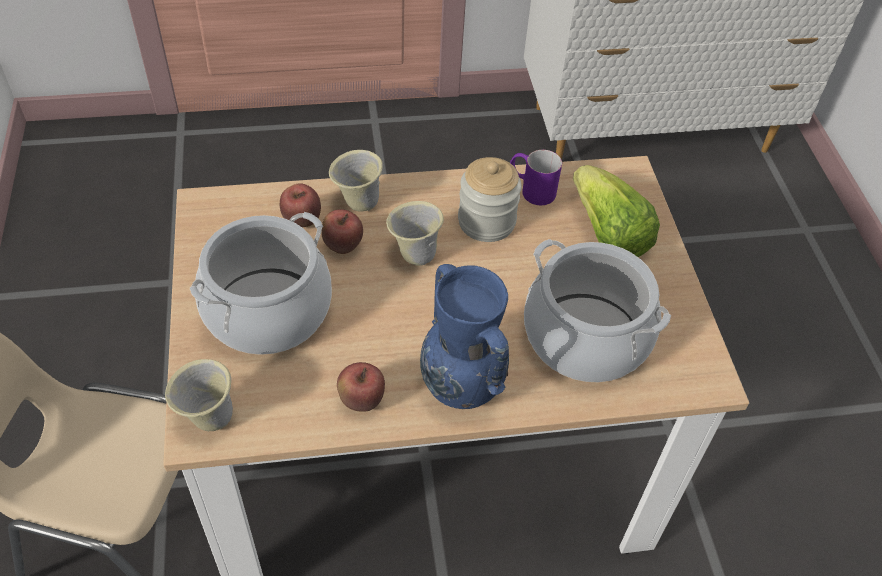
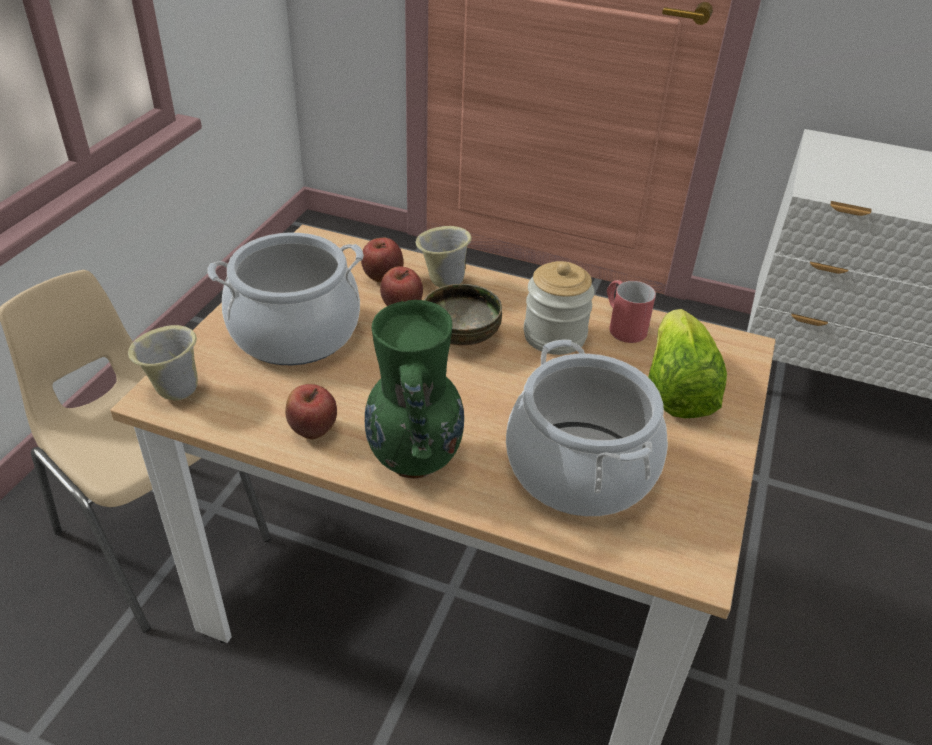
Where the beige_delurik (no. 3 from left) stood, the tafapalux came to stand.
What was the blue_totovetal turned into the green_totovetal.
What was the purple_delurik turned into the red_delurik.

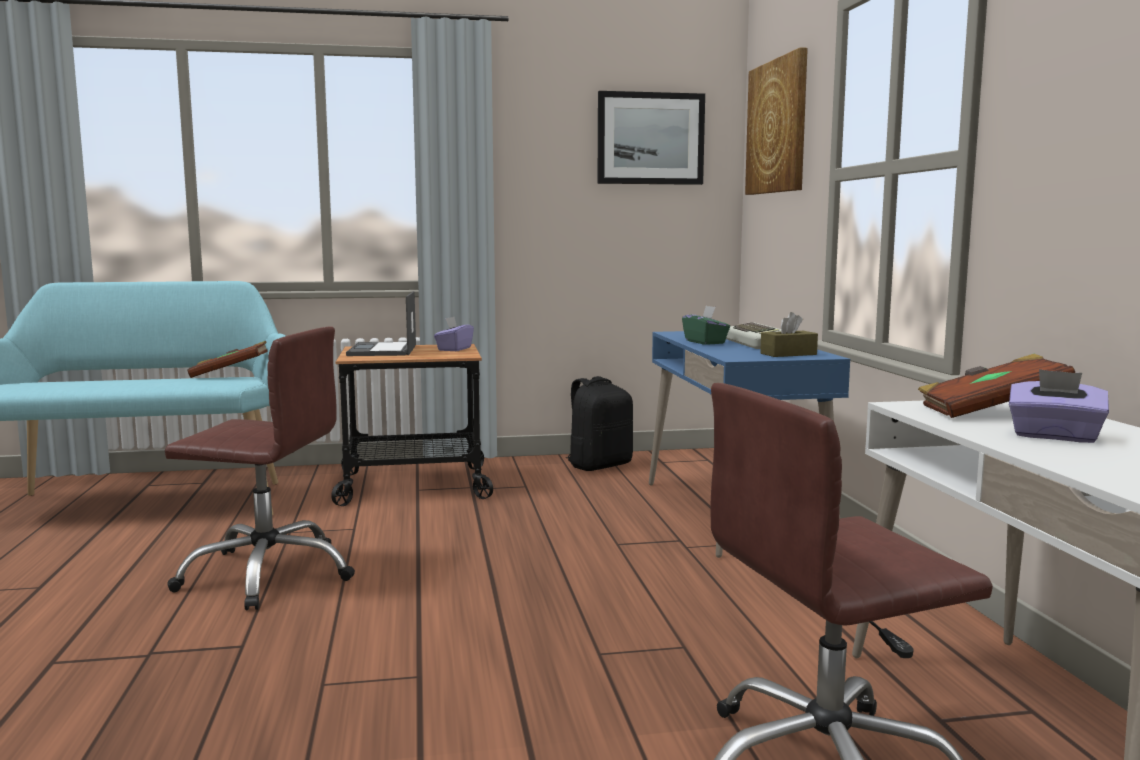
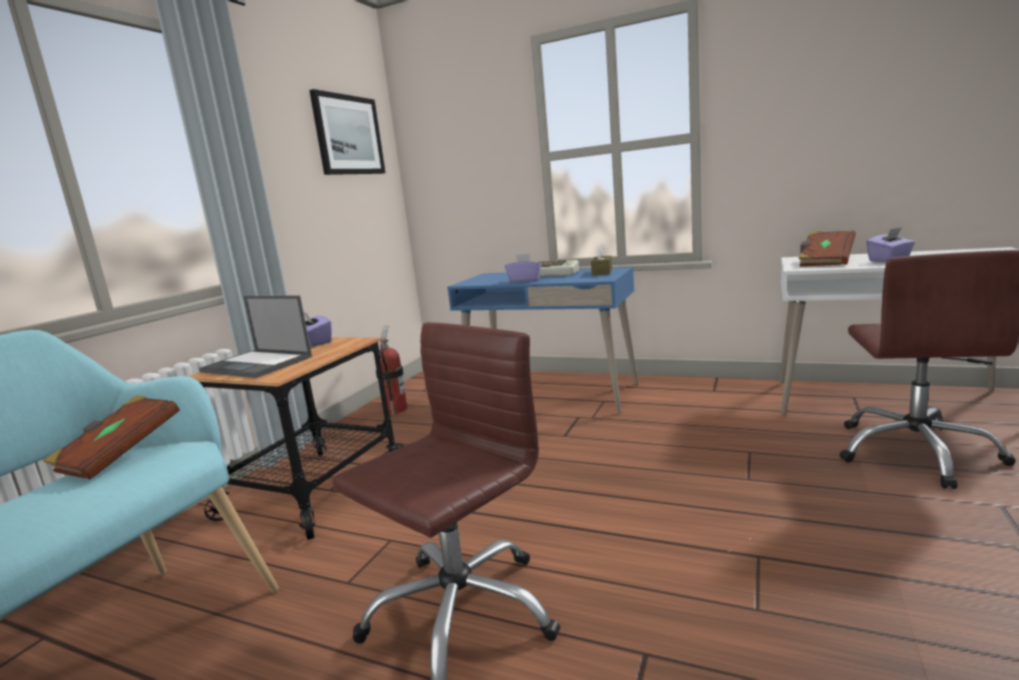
Where the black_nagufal stood, the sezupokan came to stand.
What was the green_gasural turned into the purple_gasural (no. 2 from left).
The second view lost the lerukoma (no. 2 from left).

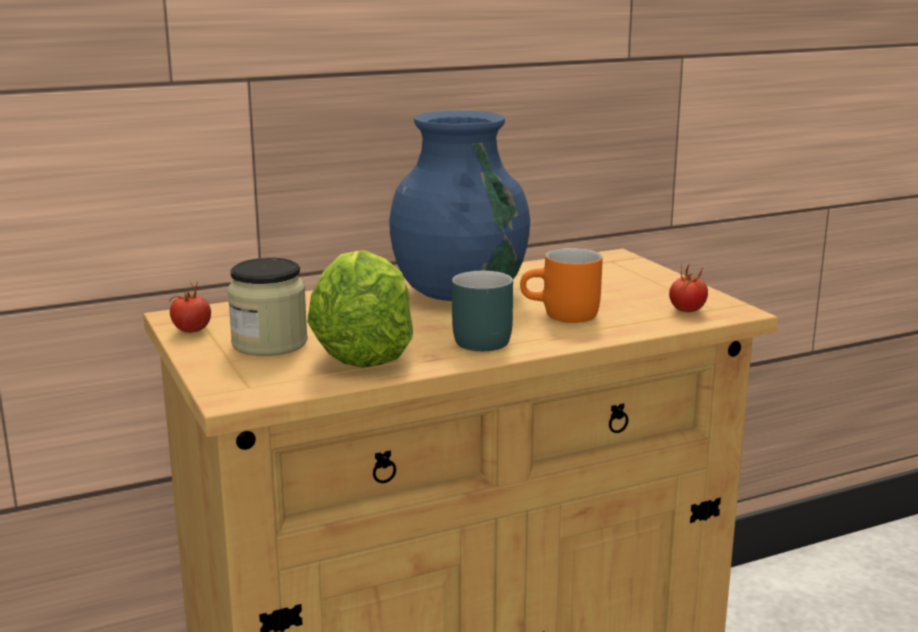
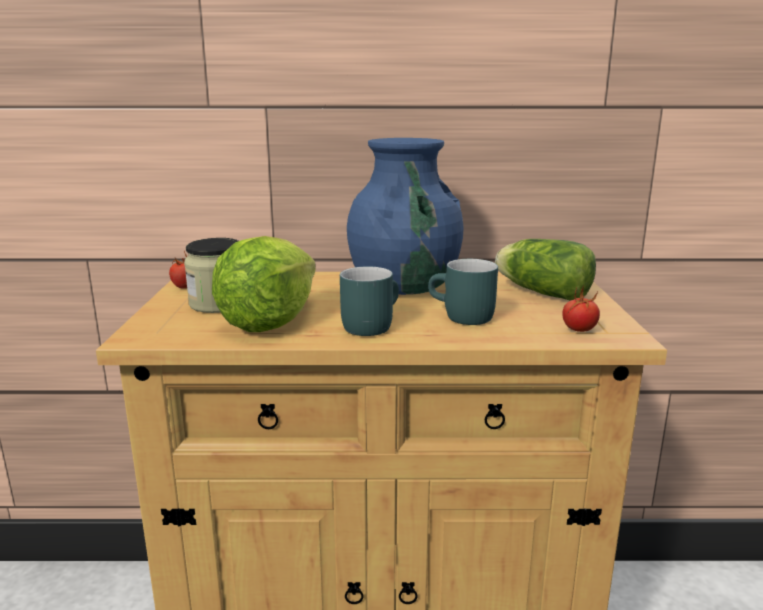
What was the orange_delurik turned into the turquoise_delurik (no. 2 from left).
The second view gained the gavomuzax (no. 2 from left).

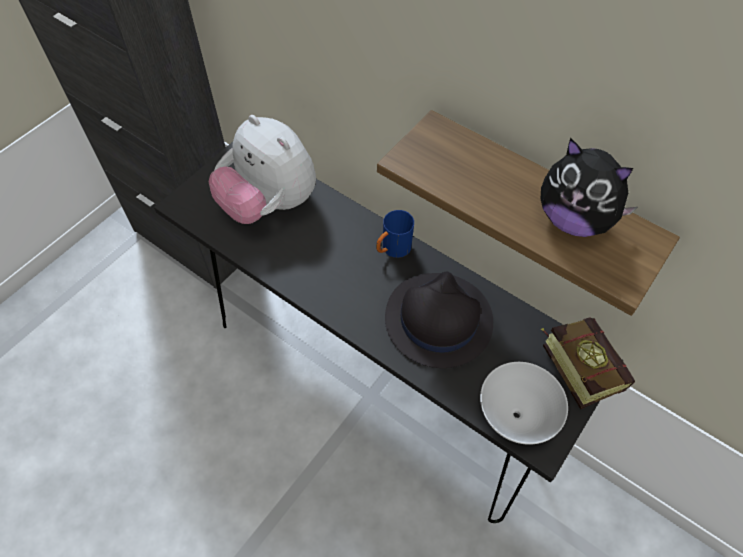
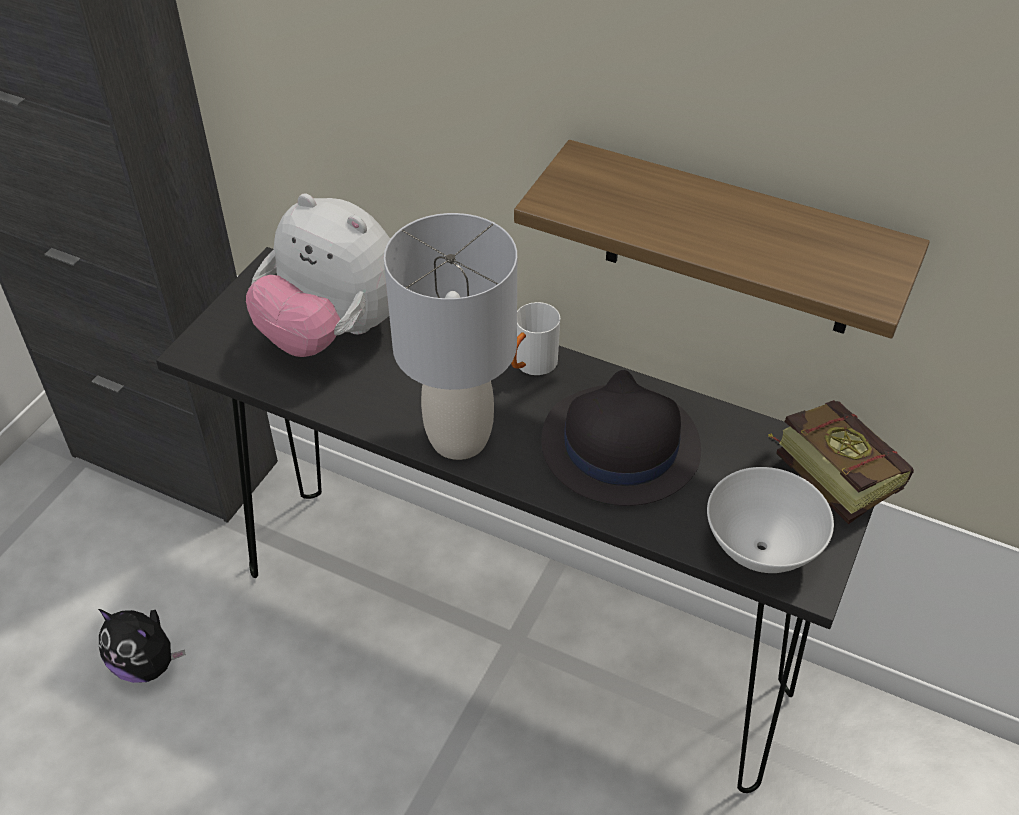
What was the blue_delurik turned into the white_delurik.
The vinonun (no. 2 from left in the first image) ended up elsewhere.
The second view gained the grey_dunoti.

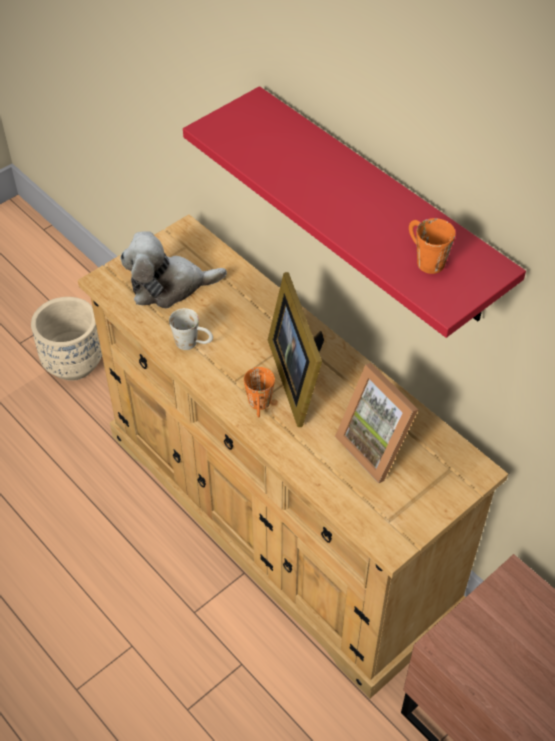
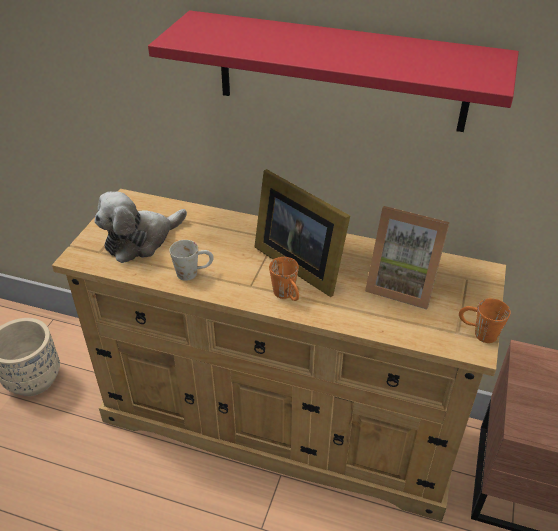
The orange_delurik (no. 2 from left) ended up elsewhere.

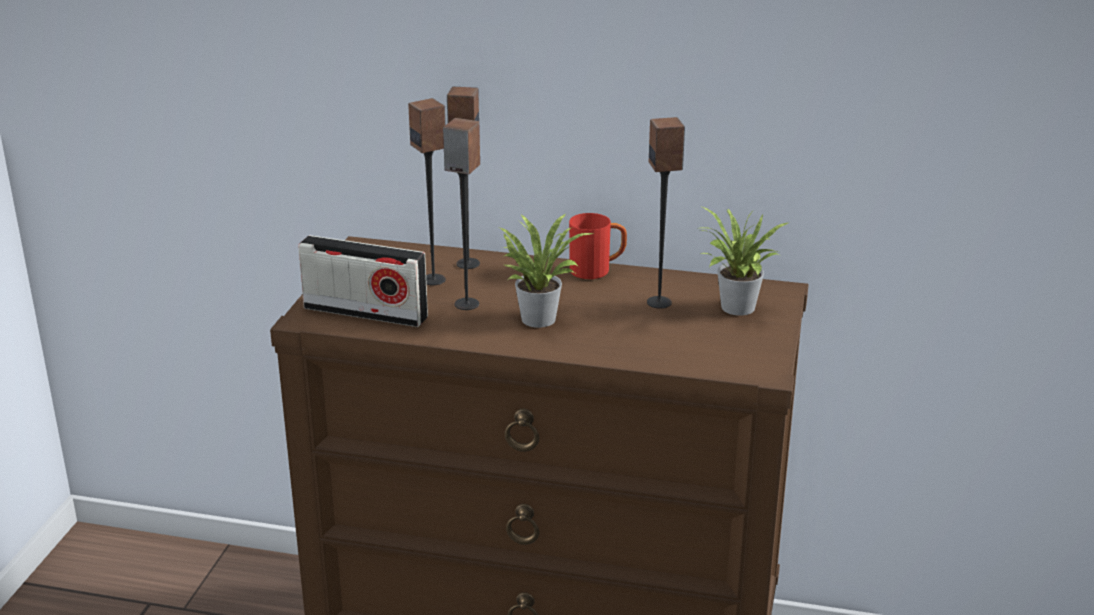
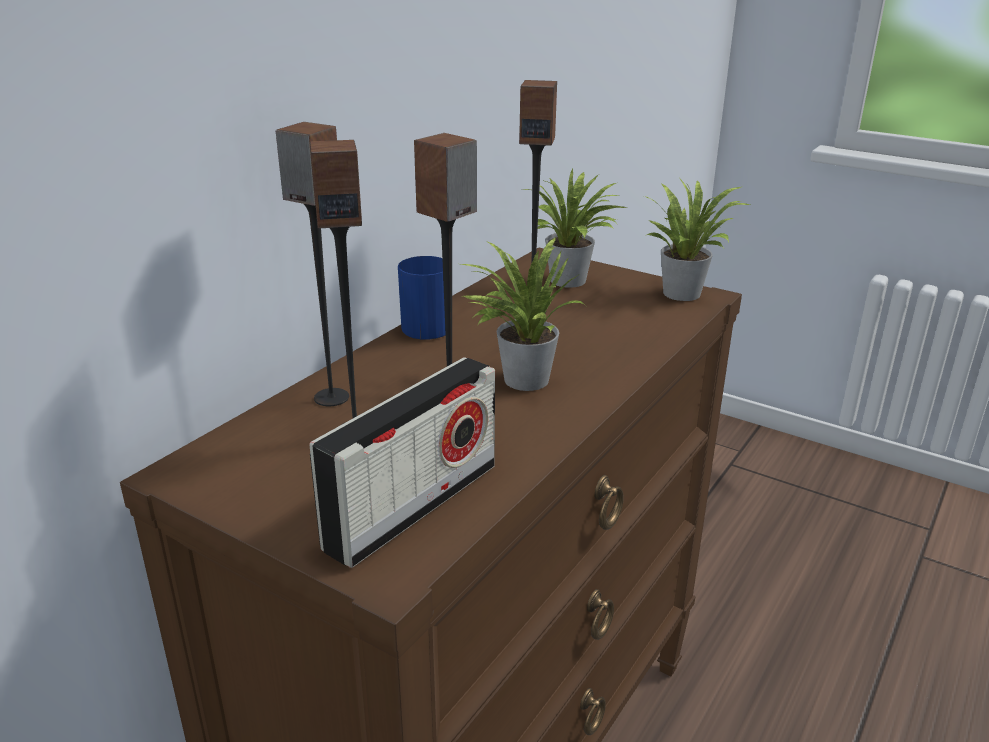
What was the red_delurik turned into the blue_delurik.
The second view gained the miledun (no. 3 from left).

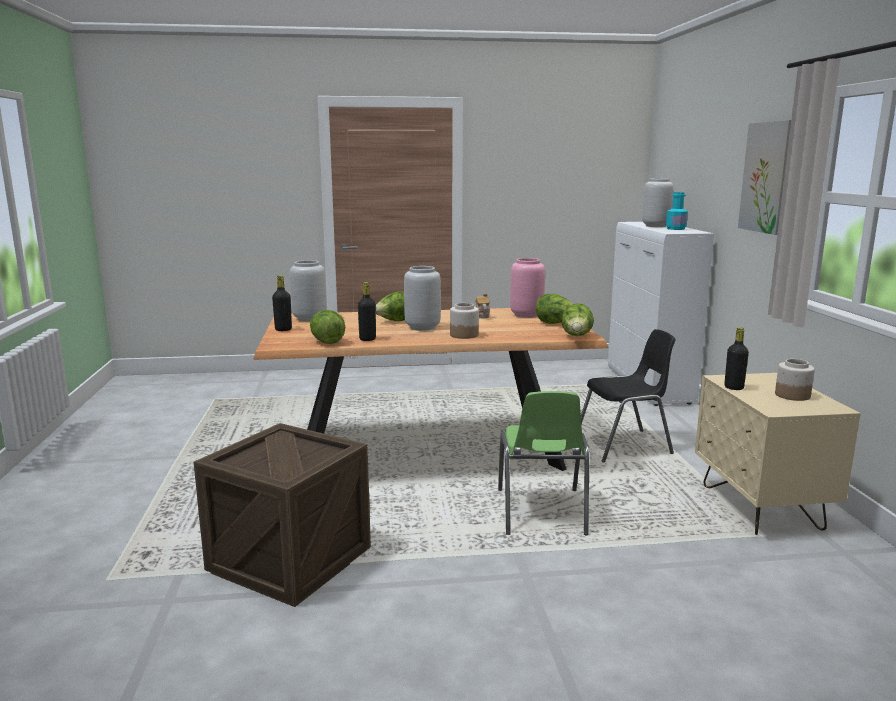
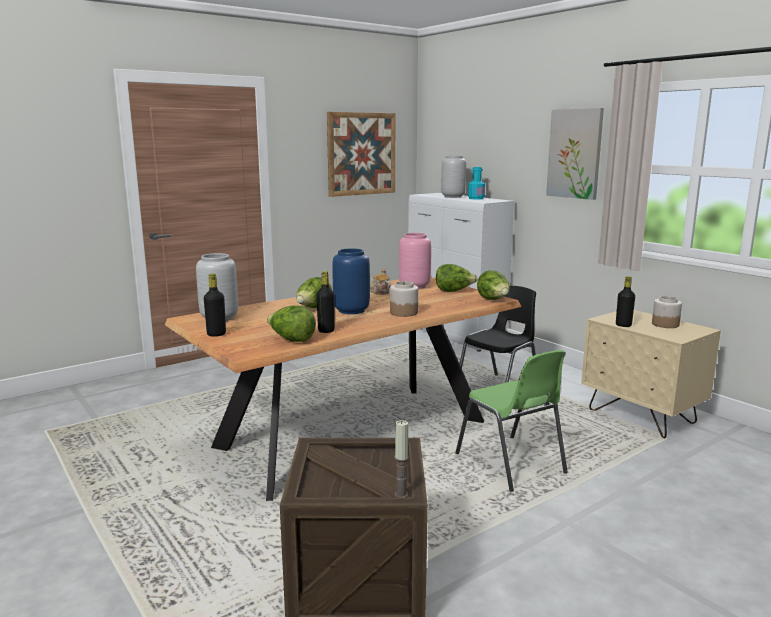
What was the grey_totovetal (no. 2 from left) turned into the blue_totovetal.
The second view gained the lerukoma (no. 1 from left).
The second view gained the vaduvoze.

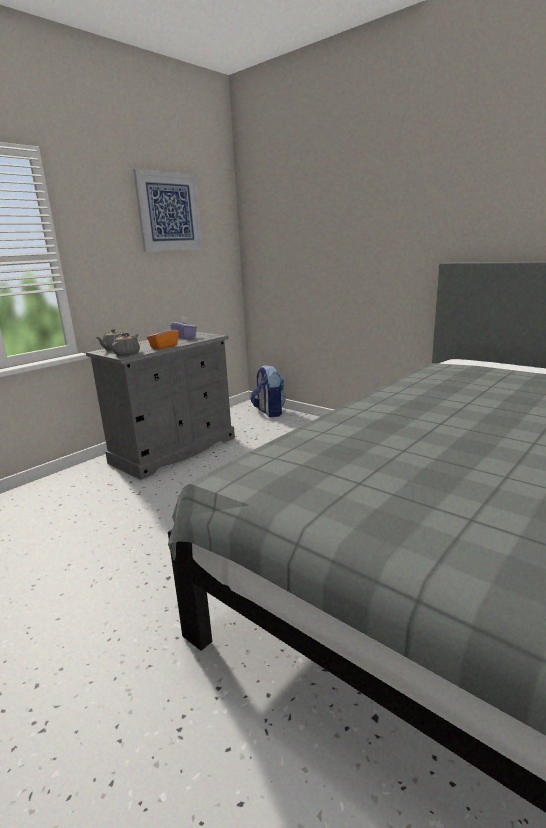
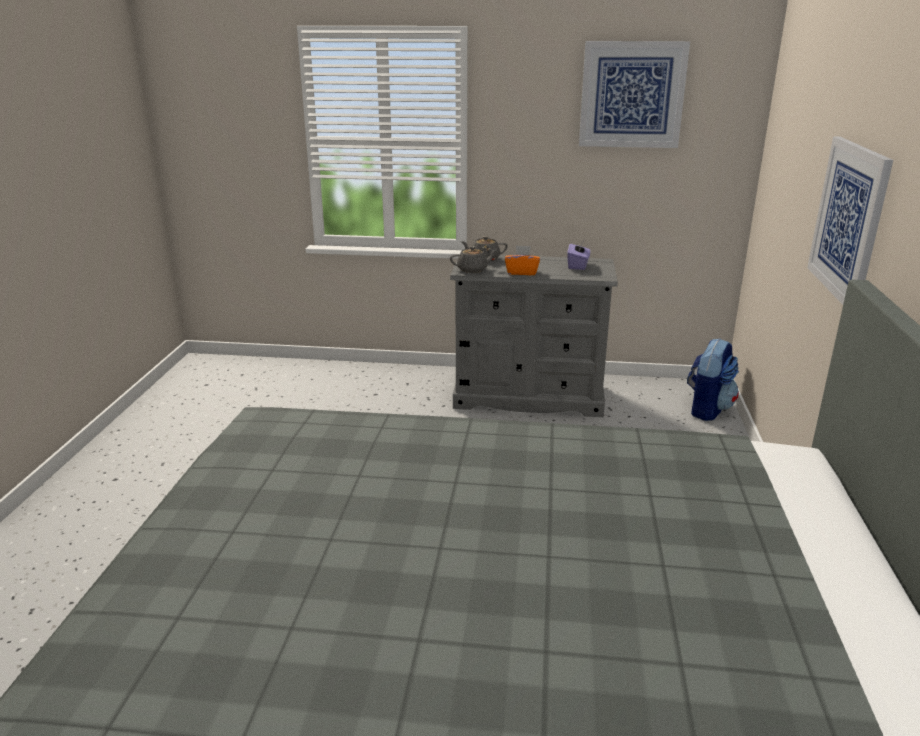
The second view gained the lerukoma (no. 2 from left).

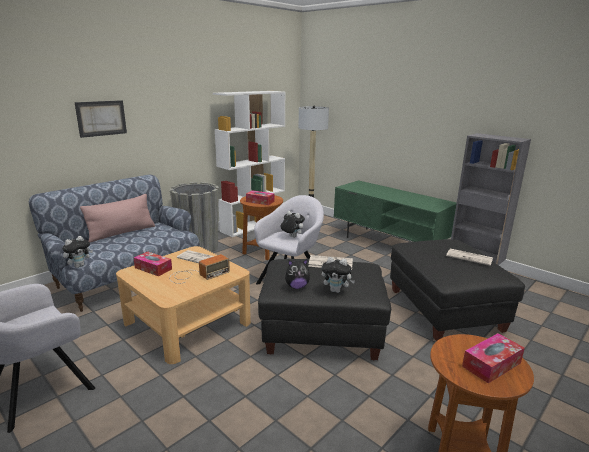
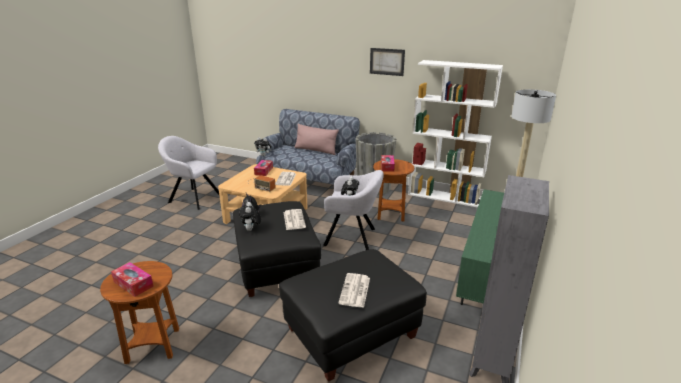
The lerukoma ended up elsewhere.

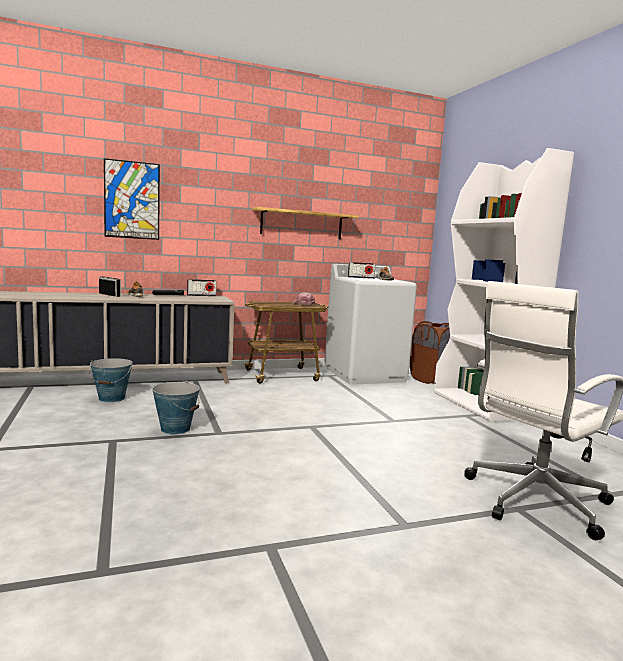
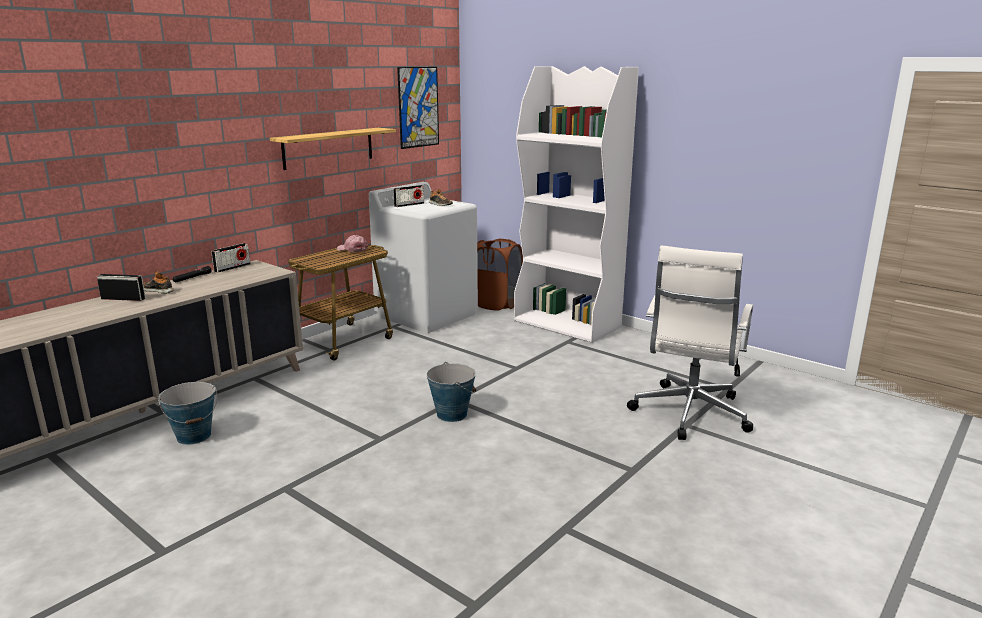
The lerukoma ended up elsewhere.
The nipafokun (no. 2 from left) ended up elsewhere.

